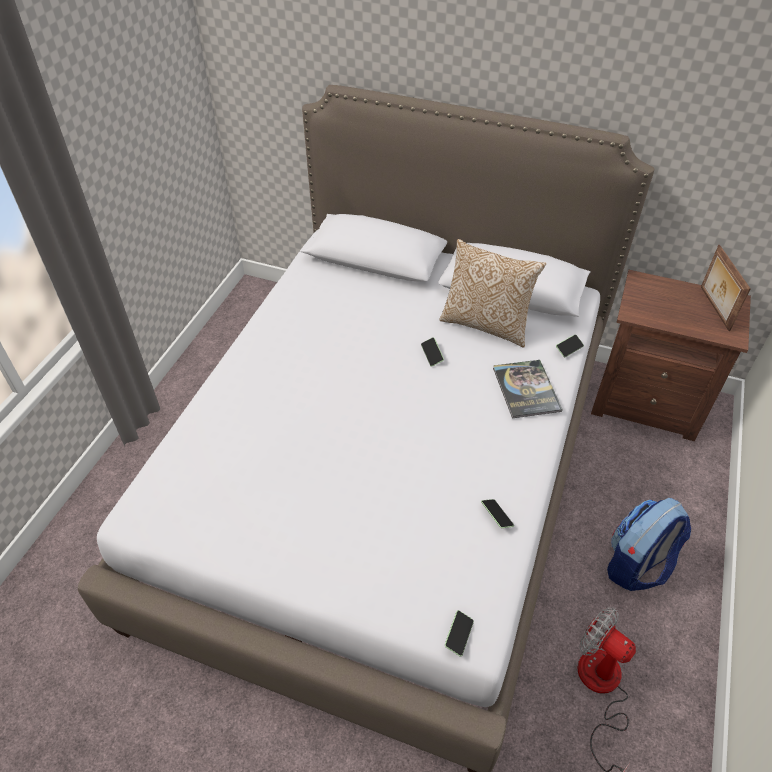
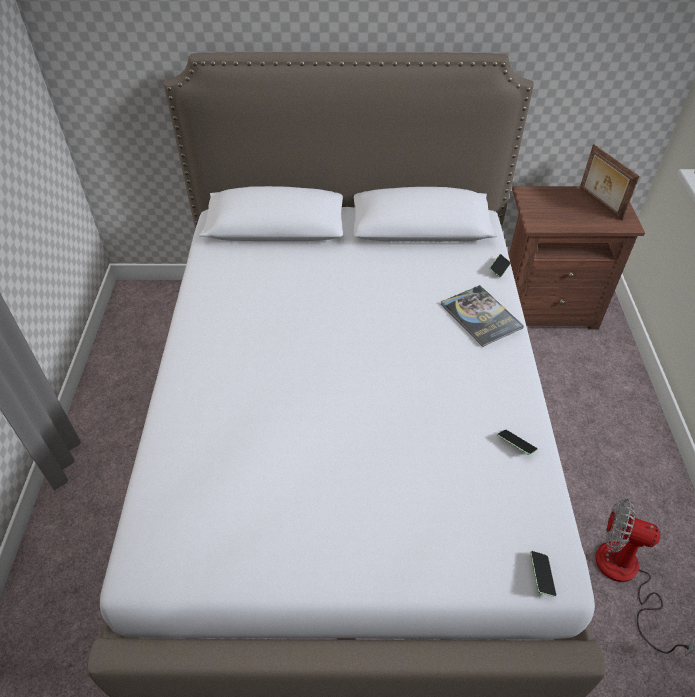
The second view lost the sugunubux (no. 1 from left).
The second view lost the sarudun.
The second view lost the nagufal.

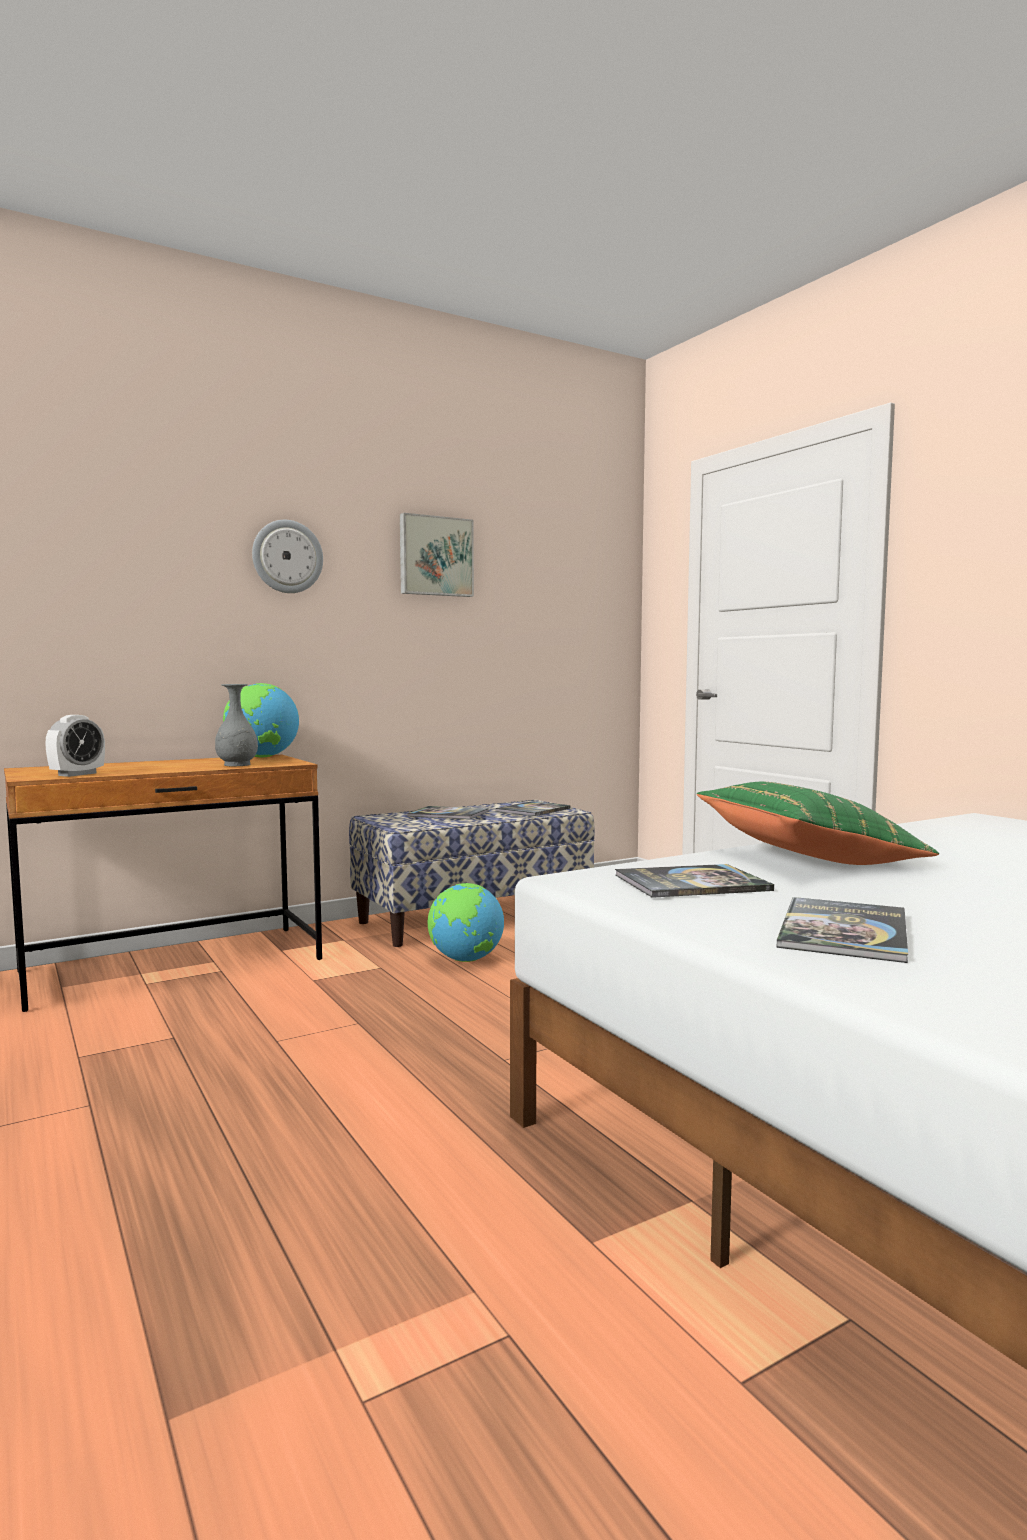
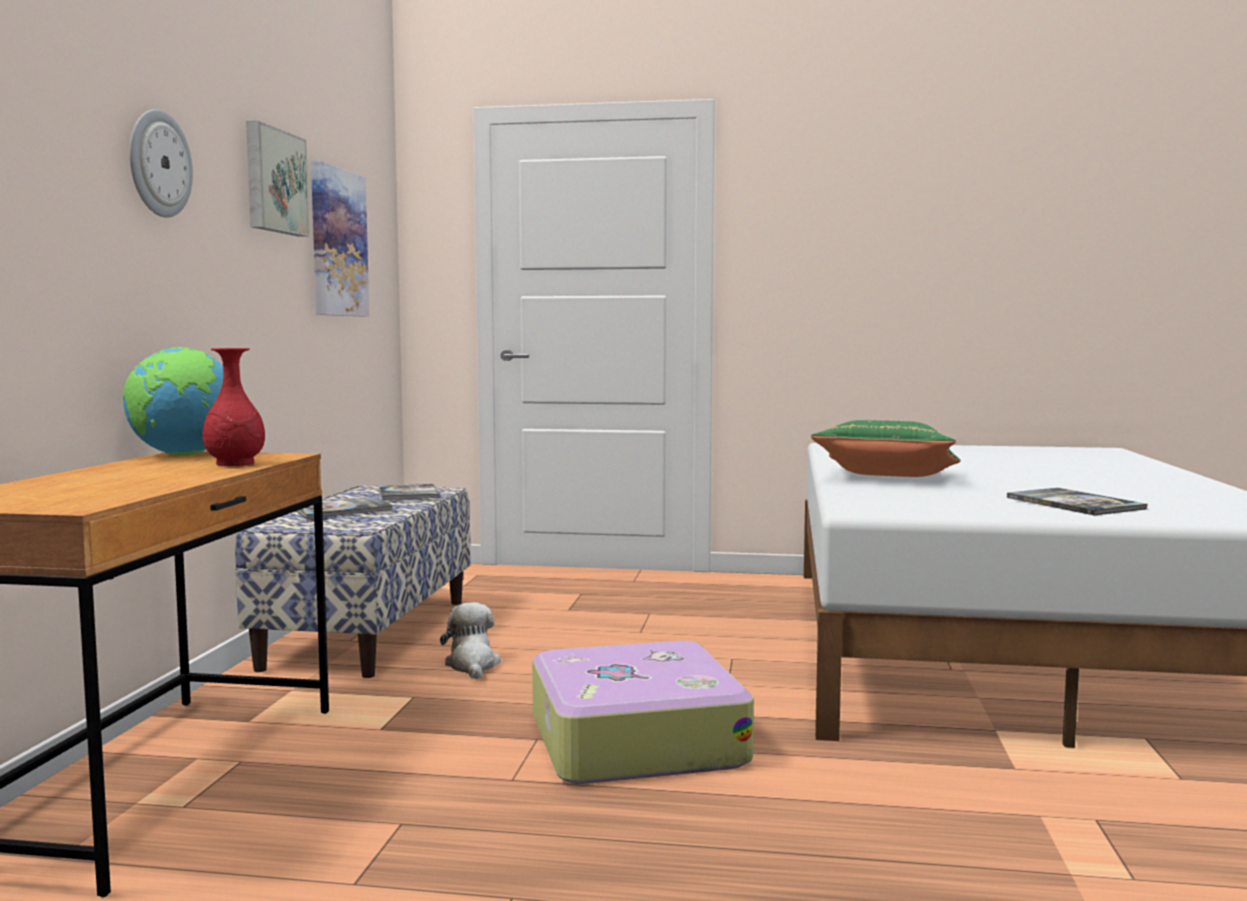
The second view lost the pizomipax.
What was the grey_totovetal turned into the red_totovetal.
Where the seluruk (no. 2 from left) stood, the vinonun came to stand.
The second view lost the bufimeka (no. 3 from left).
The second view gained the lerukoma (no. 2 from left).
The second view gained the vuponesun.

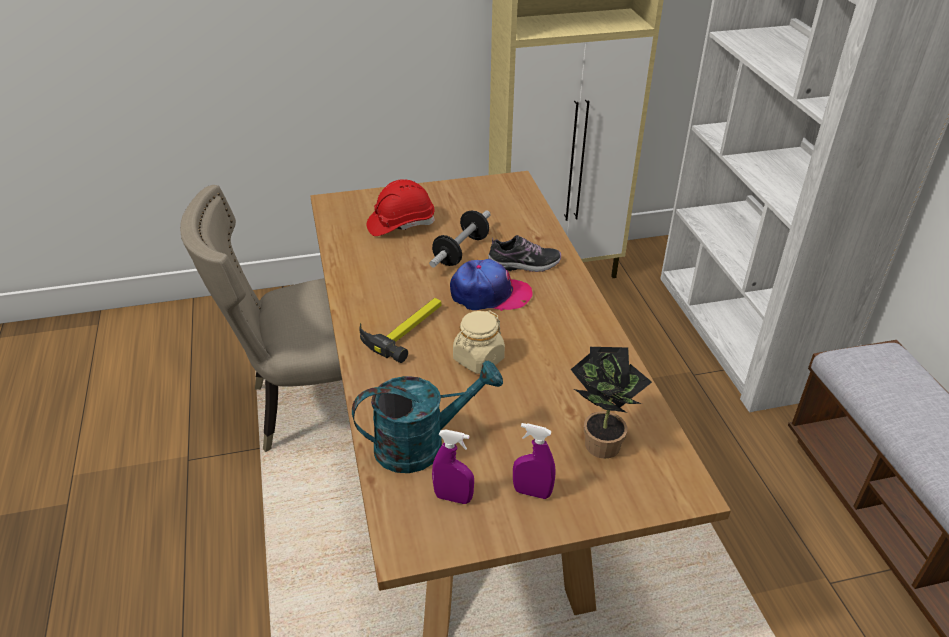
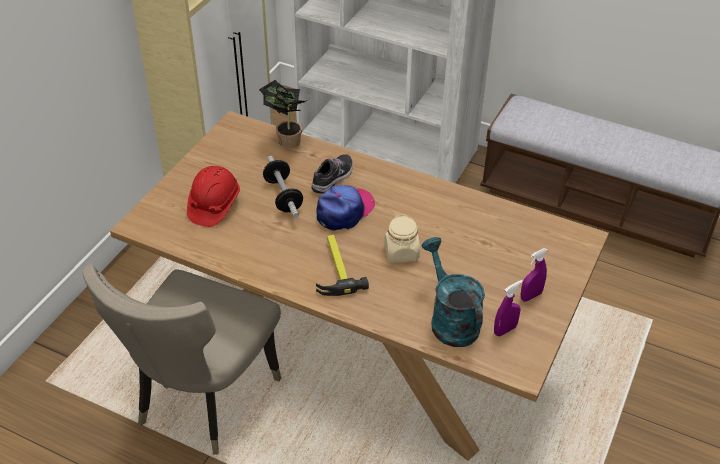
The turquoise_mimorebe ended up facing another way, 45 degrees counterclockwise from before.
The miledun ended up elsewhere.

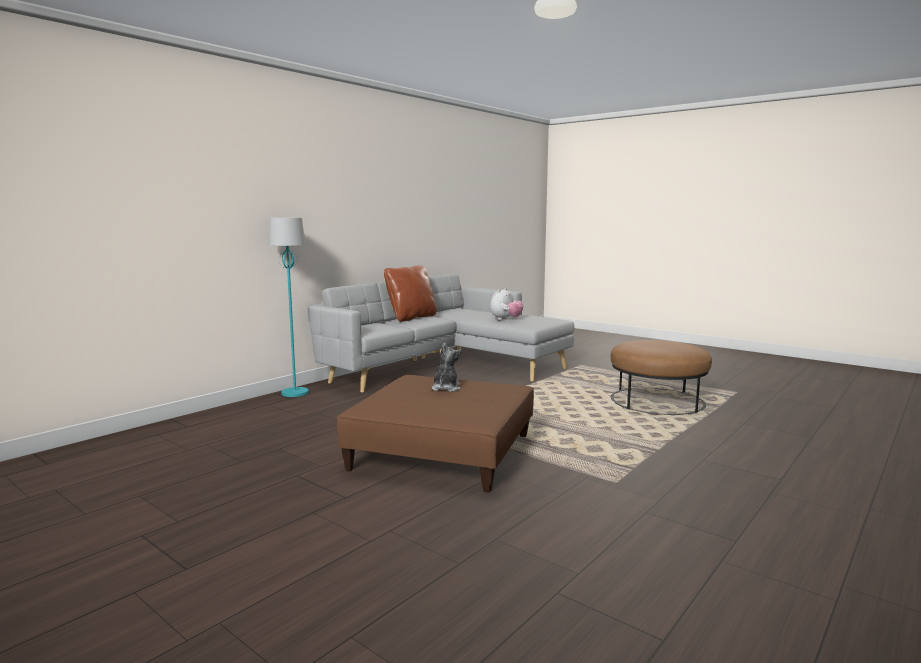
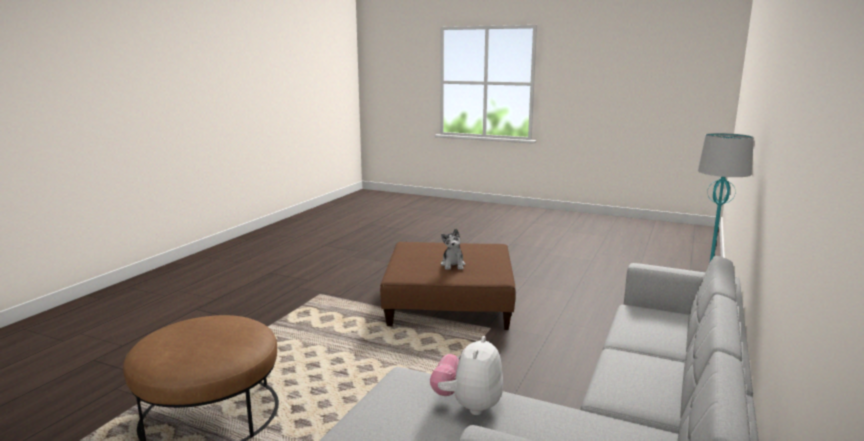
The second view lost the brown_sarudun.

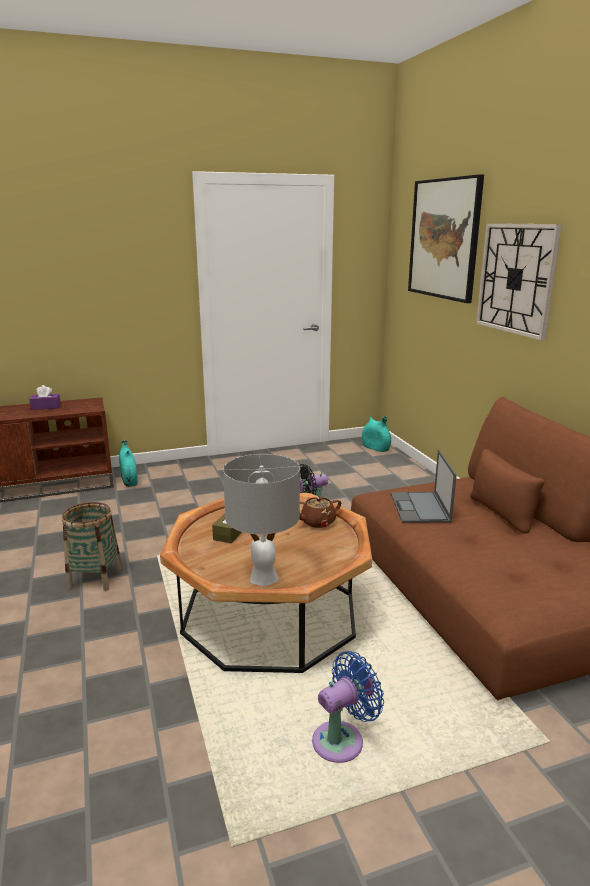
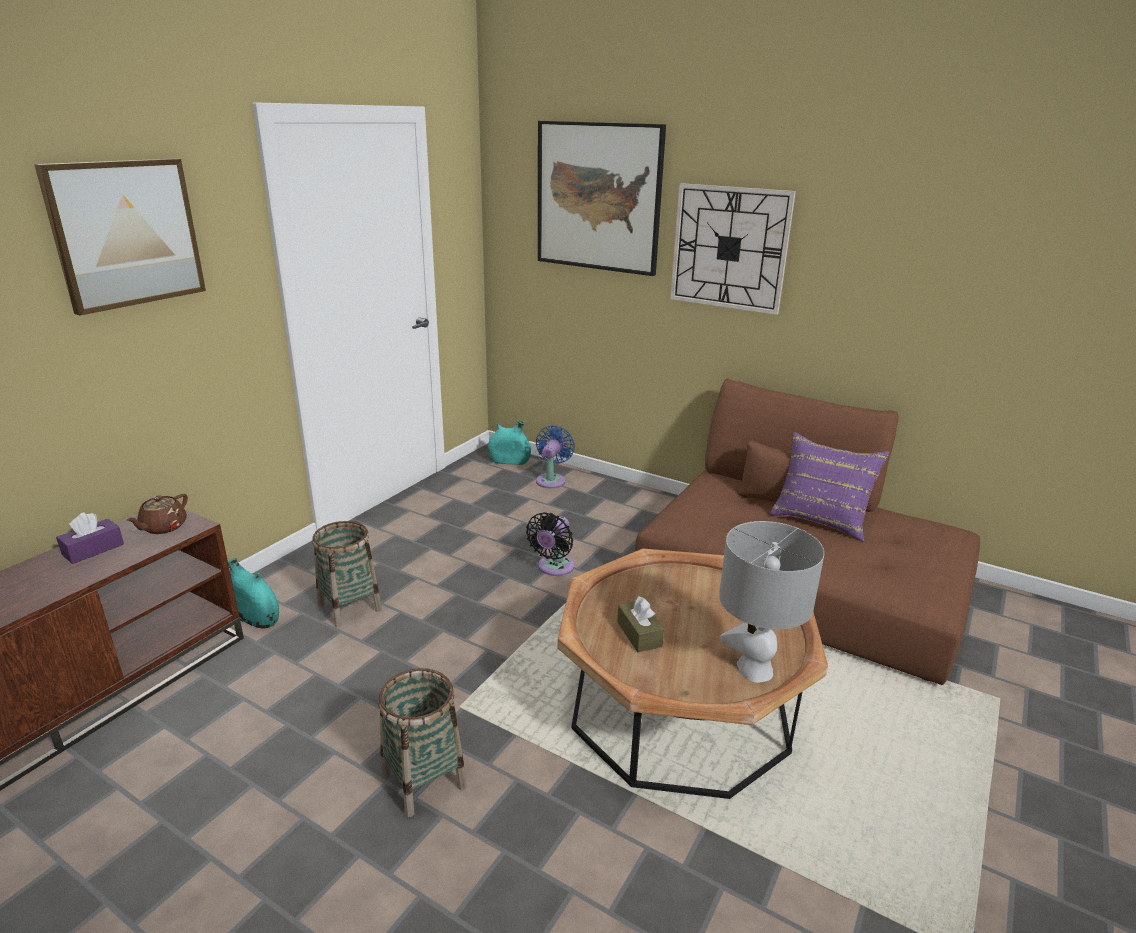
The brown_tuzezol ended up elsewhere.
The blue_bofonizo ended up elsewhere.
The second view lost the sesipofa.
The second view gained the lerukoma (no. 1 from left).
The second view gained the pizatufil (no. 1 from left).
The second view gained the purple_sarudun.

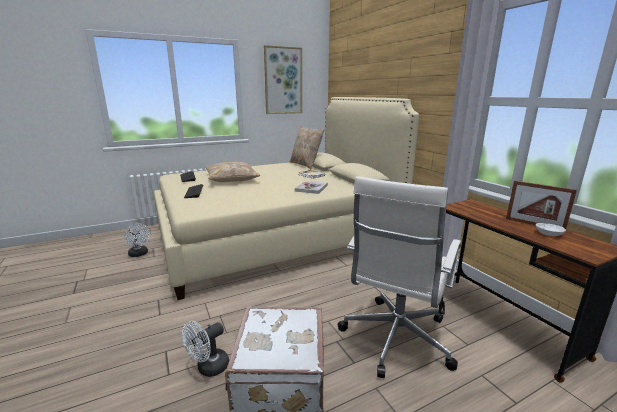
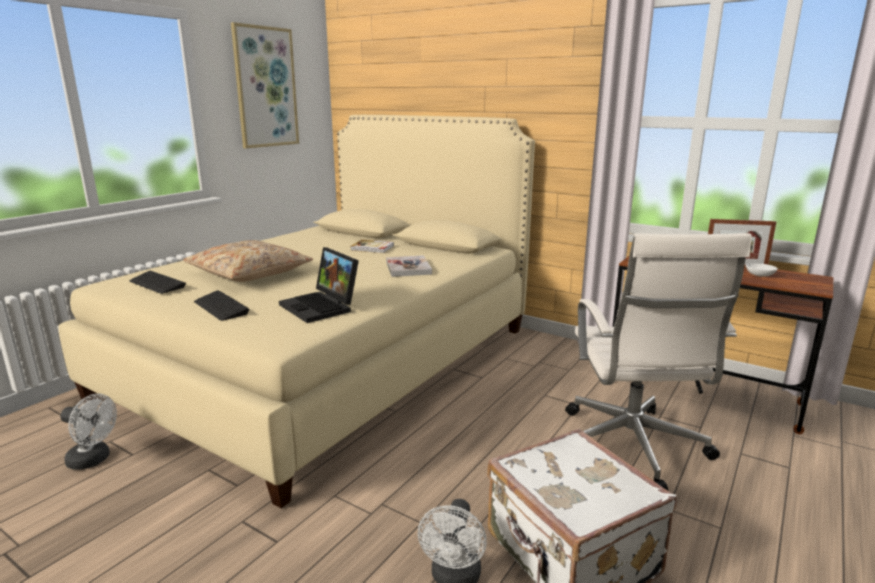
The second view lost the beige_sarudun (no. 2 from left).
The second view gained the sesipofa.

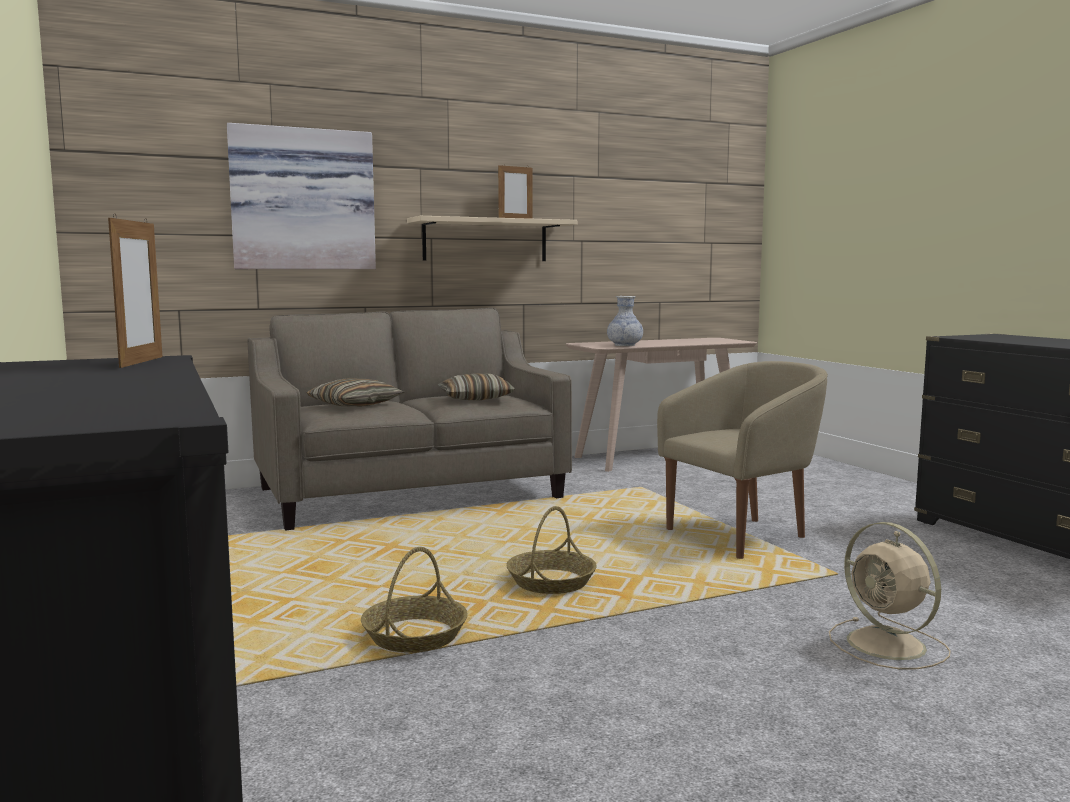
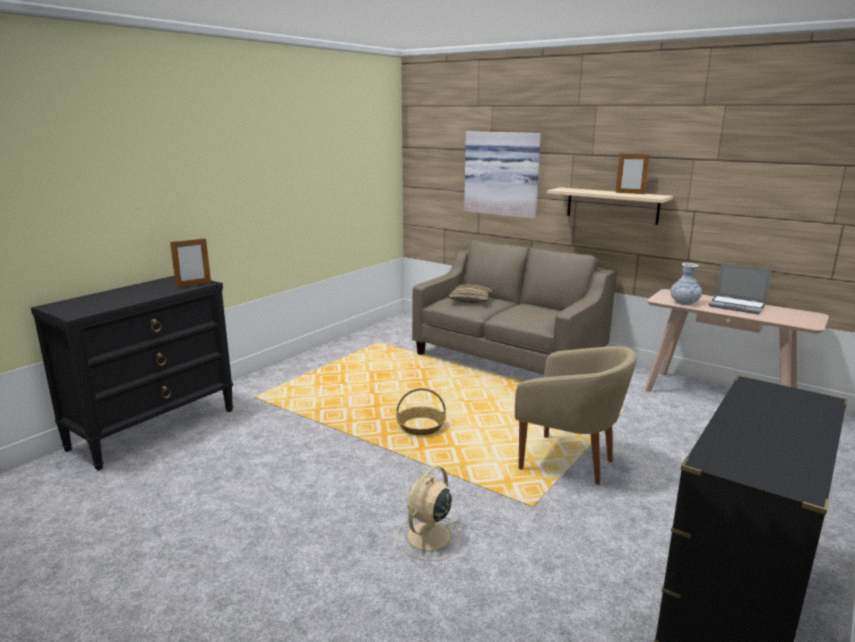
The second view lost the pizatufil (no. 1 from left).
The second view lost the sarudun (no. 2 from left).
The second view gained the sesipofa.

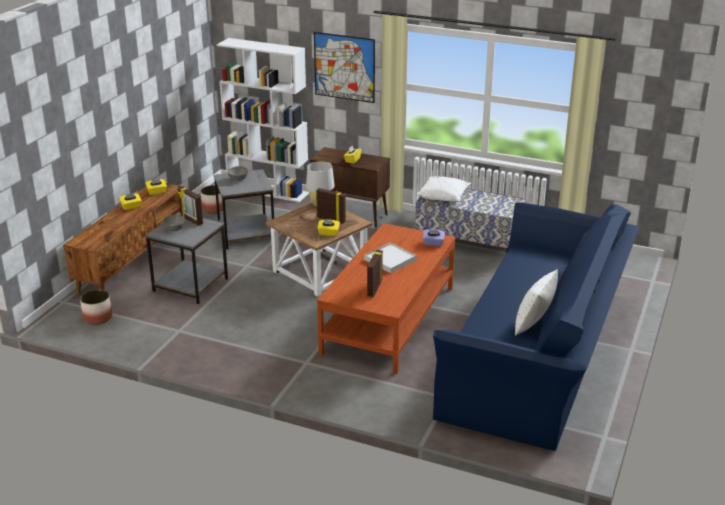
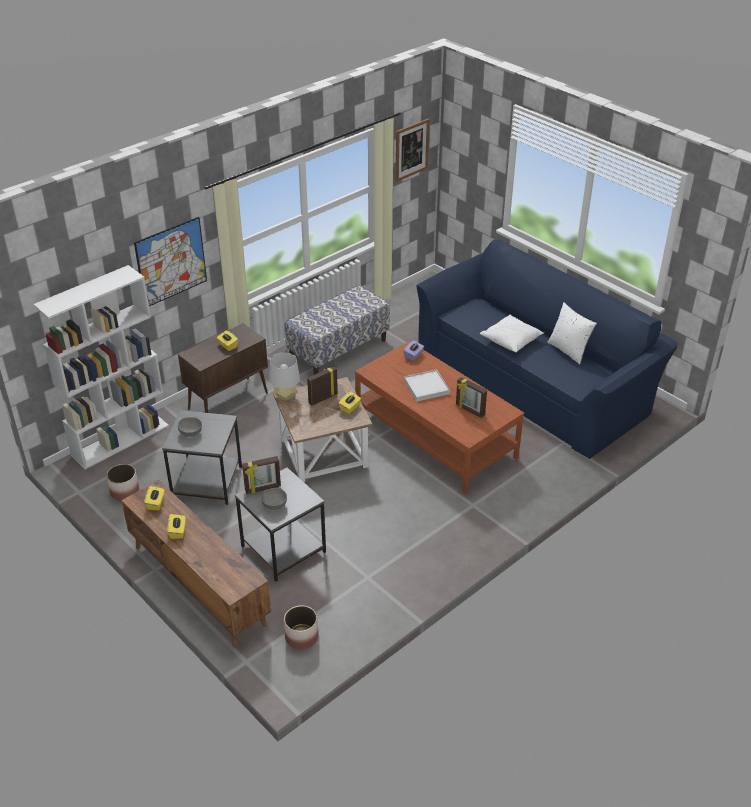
The white_sarudun (no. 1 from left) ended up elsewhere.
The second view gained the lerukoma (no. 2 from left).

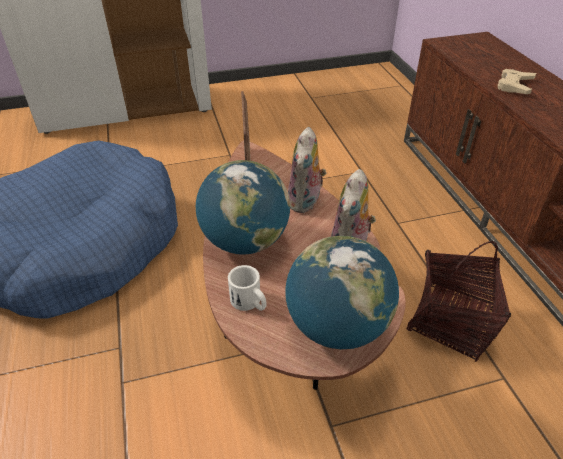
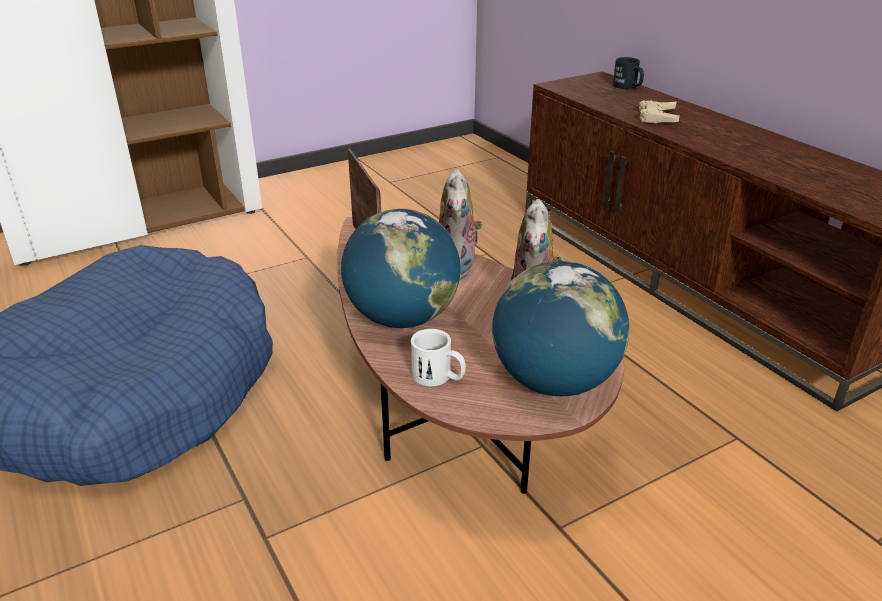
The second view lost the pizatufil.
The second view gained the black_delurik.

